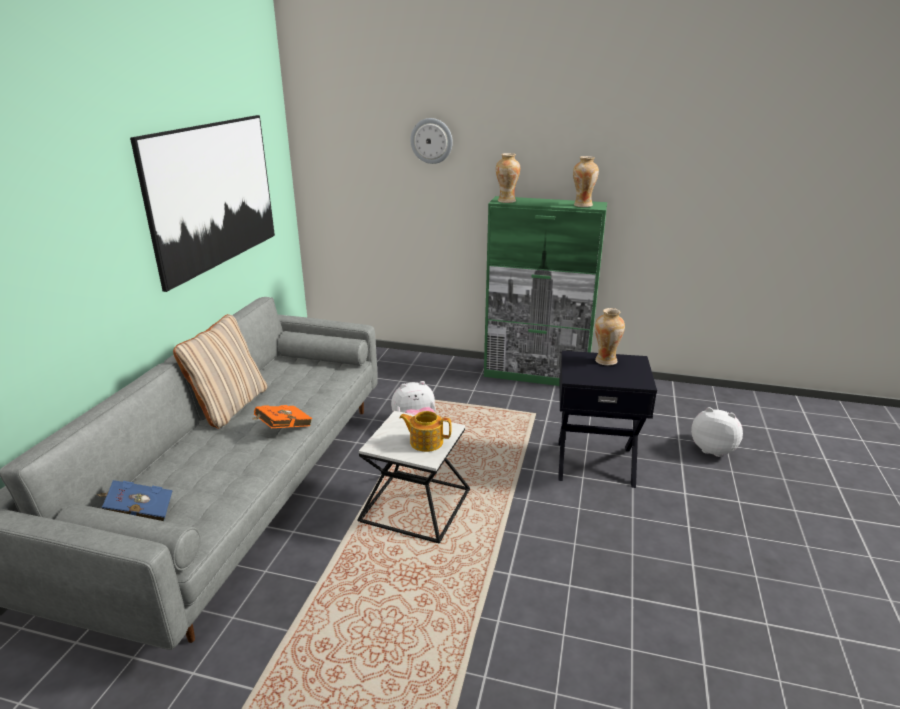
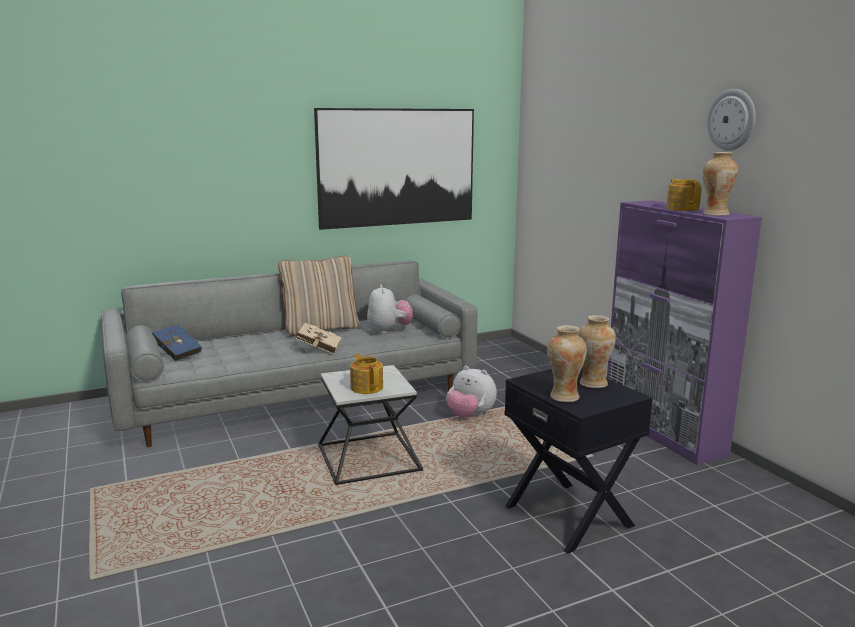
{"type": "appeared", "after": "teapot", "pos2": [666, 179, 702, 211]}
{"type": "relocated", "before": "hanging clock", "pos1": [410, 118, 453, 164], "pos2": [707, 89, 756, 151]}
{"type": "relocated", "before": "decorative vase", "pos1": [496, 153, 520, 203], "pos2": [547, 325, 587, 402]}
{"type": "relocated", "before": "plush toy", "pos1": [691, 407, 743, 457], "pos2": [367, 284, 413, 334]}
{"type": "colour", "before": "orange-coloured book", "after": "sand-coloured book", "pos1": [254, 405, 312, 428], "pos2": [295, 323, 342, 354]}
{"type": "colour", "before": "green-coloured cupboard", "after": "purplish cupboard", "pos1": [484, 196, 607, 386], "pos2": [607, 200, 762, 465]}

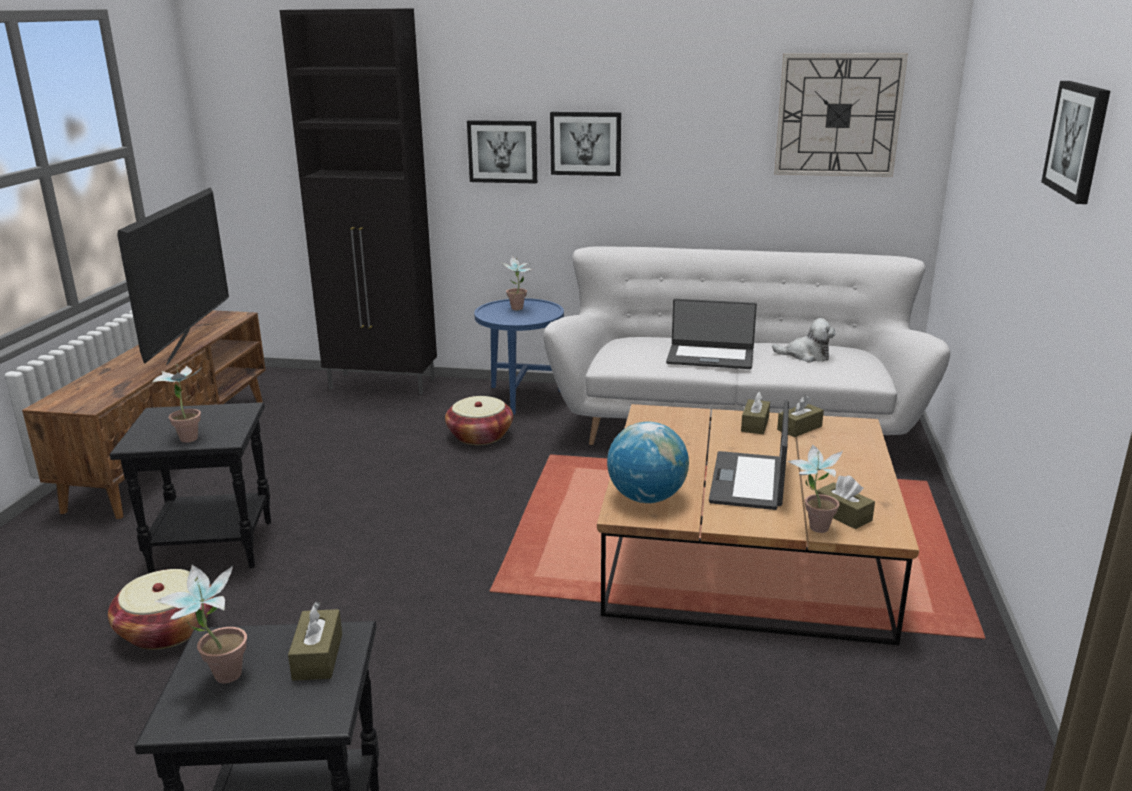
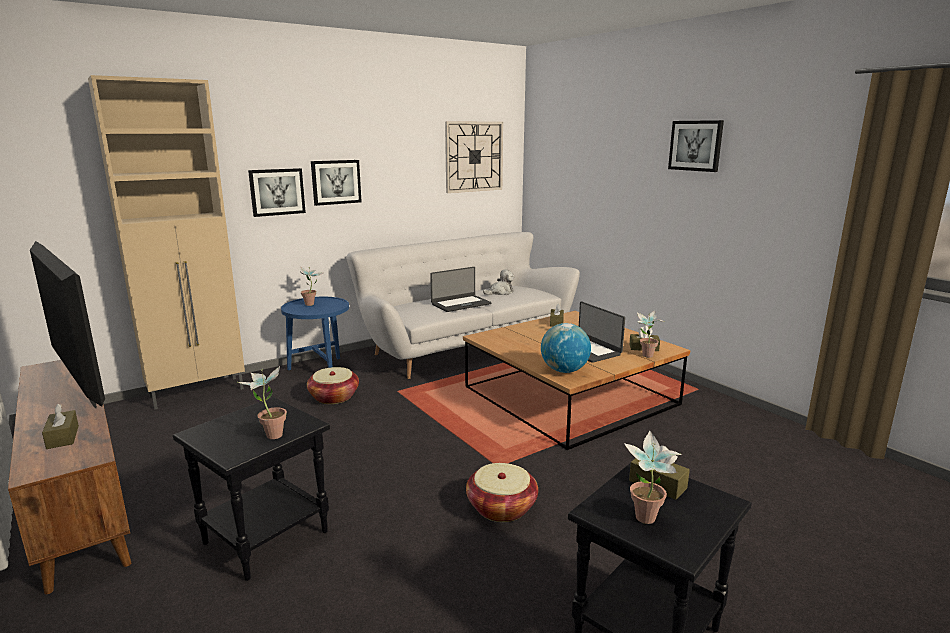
{"type": "relocated", "before": "household basket", "pos1": [108, 569, 214, 650], "pos2": [466, 463, 538, 522]}
{"type": "relocated", "before": "brown tissue holder", "pos1": [741, 392, 770, 434], "pos2": [42, 404, 79, 449]}
{"type": "colour", "before": "black cupboard", "after": "sand-coloured cupboard", "pos1": [280, 8, 437, 394], "pos2": [88, 75, 245, 409]}

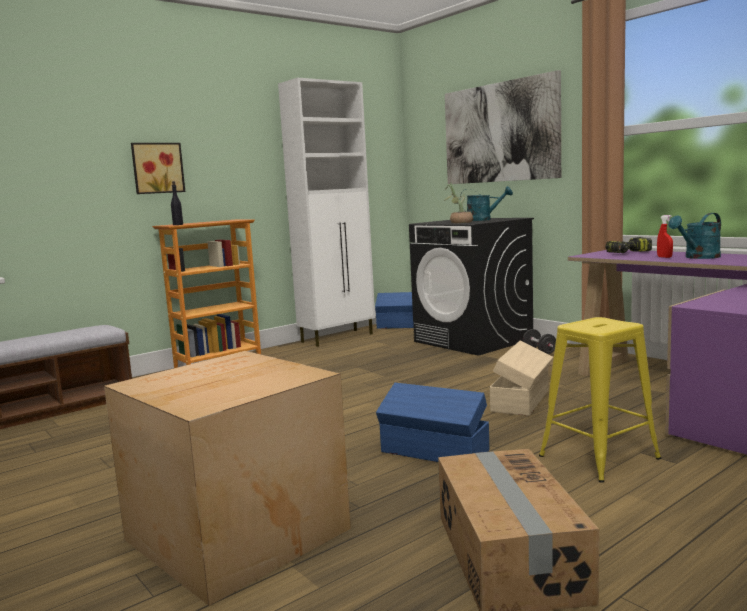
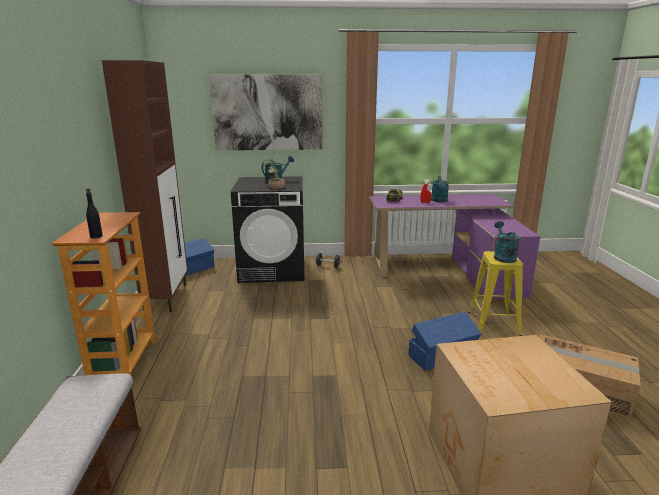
{"type": "missing", "before": "wall picture", "pos1": [131, 143, 185, 194]}
{"type": "missing", "before": "sand-coloured storage bin", "pos1": [490, 341, 553, 416]}
{"type": "appeared", "after": "blue-green watering can", "pos2": [494, 221, 520, 263]}
{"type": "colour", "before": "white cupboard", "after": "brown cupboard", "pos1": [278, 78, 375, 347], "pos2": [102, 60, 188, 312]}

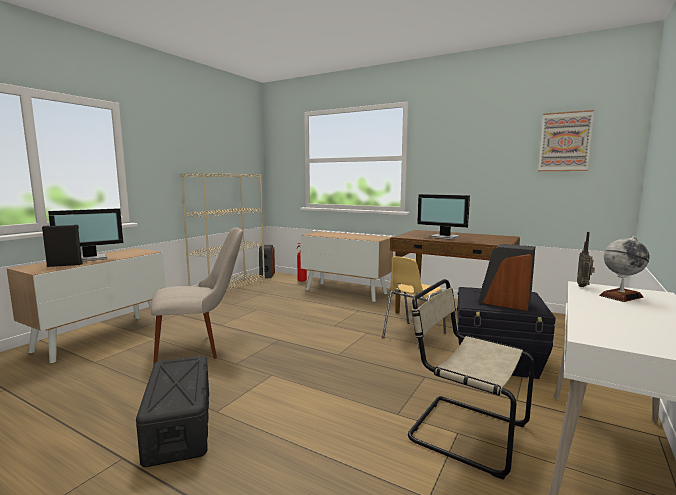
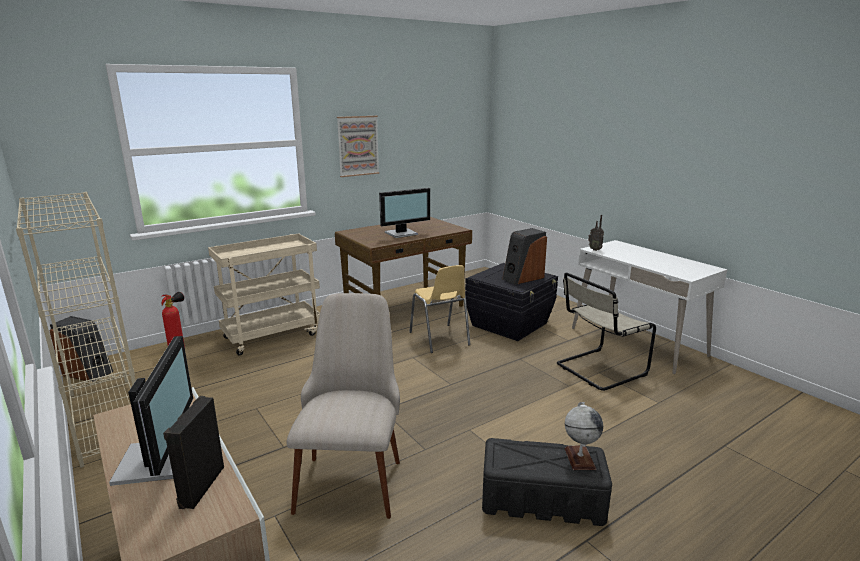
{"type": "relocated", "before": "wall picture", "pos1": [538, 110, 594, 171], "pos2": [337, 116, 380, 177]}
{"type": "relocated", "before": "globe", "pos1": [599, 236, 650, 302], "pos2": [564, 402, 603, 470]}
{"type": "exchanged", "before": "cupboard", "after": "sand-coloured wheeled cart", "pos1": [300, 231, 393, 302], "pos2": [208, 233, 320, 356]}

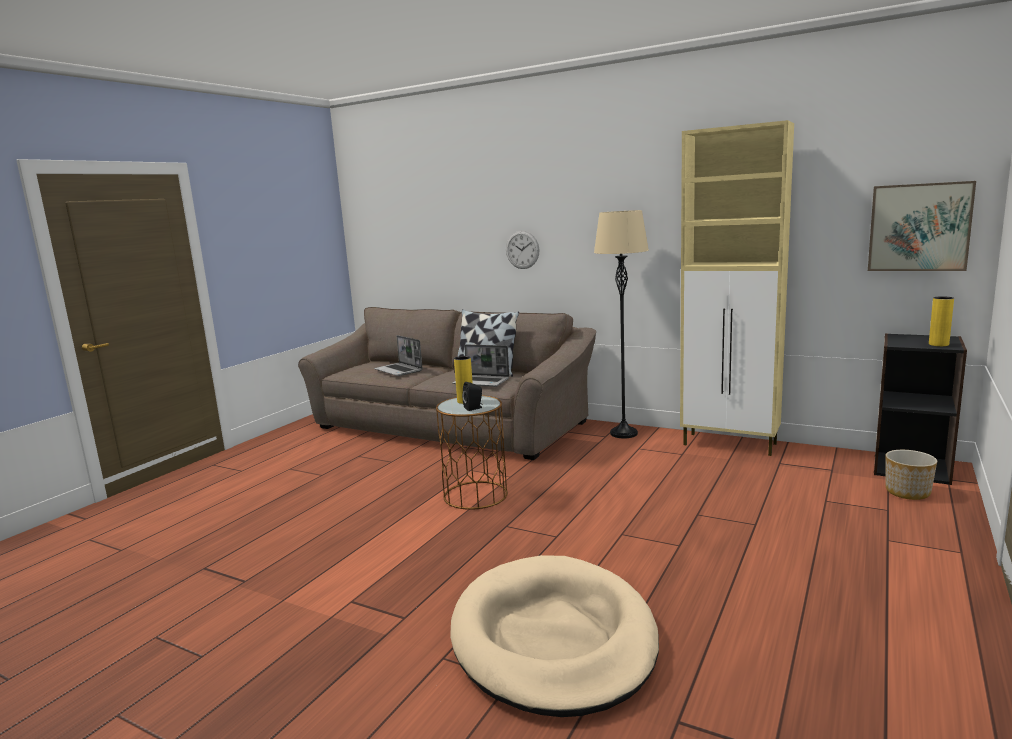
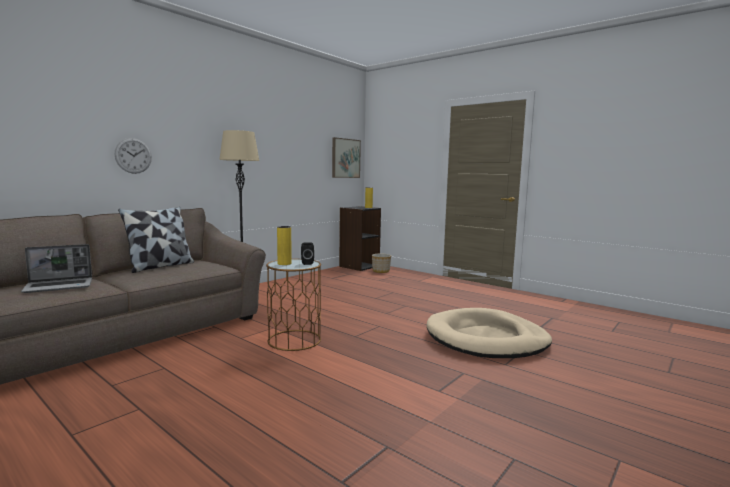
{"type": "missing", "before": "notebook computer", "pos1": [452, 344, 510, 387]}
{"type": "missing", "before": "sand-coloured cupboard", "pos1": [680, 120, 794, 456]}

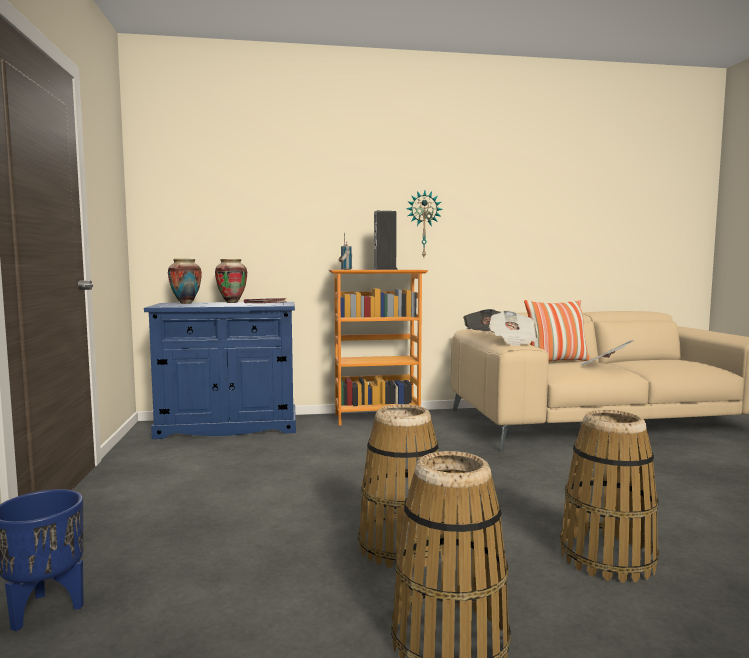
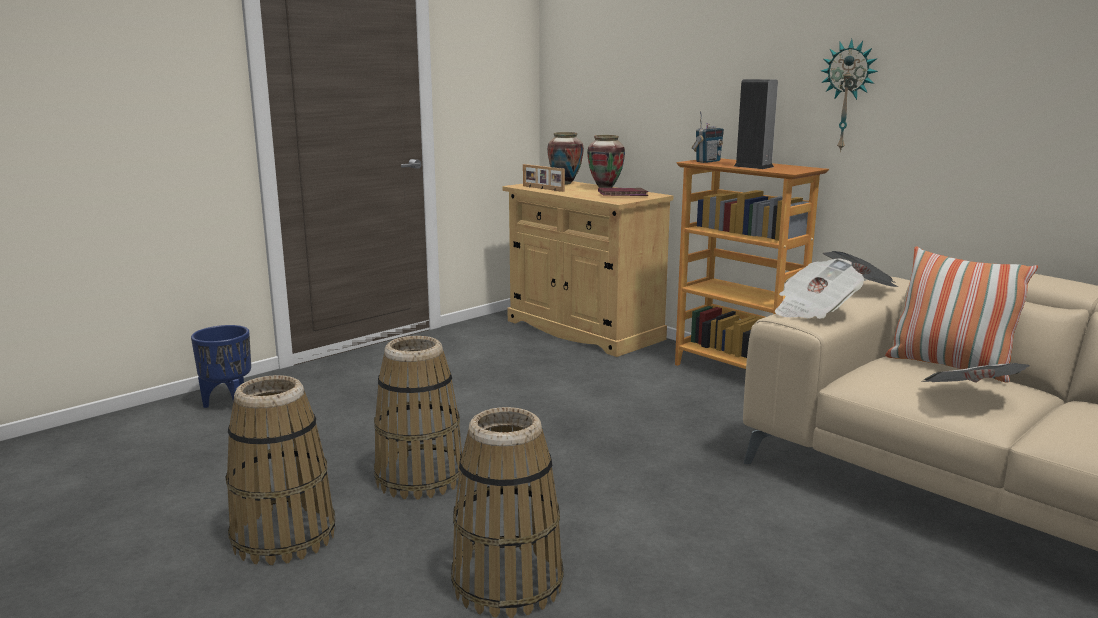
{"type": "appeared", "after": "photo frame", "pos2": [523, 164, 565, 192]}
{"type": "colour", "before": "blue cupboard", "after": "sand-coloured cupboard", "pos1": [144, 302, 296, 439], "pos2": [503, 181, 673, 357]}

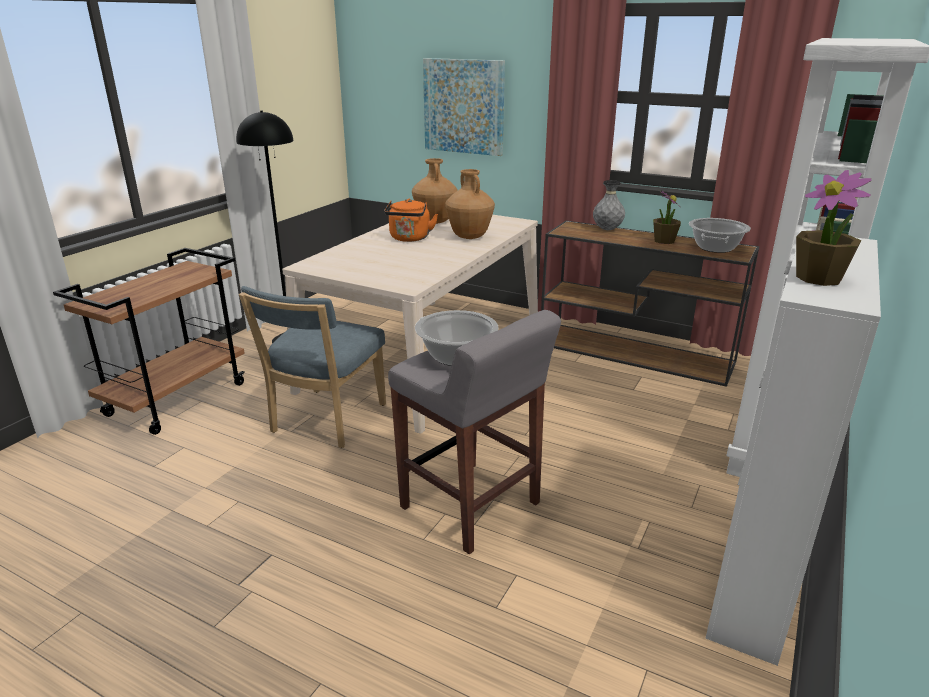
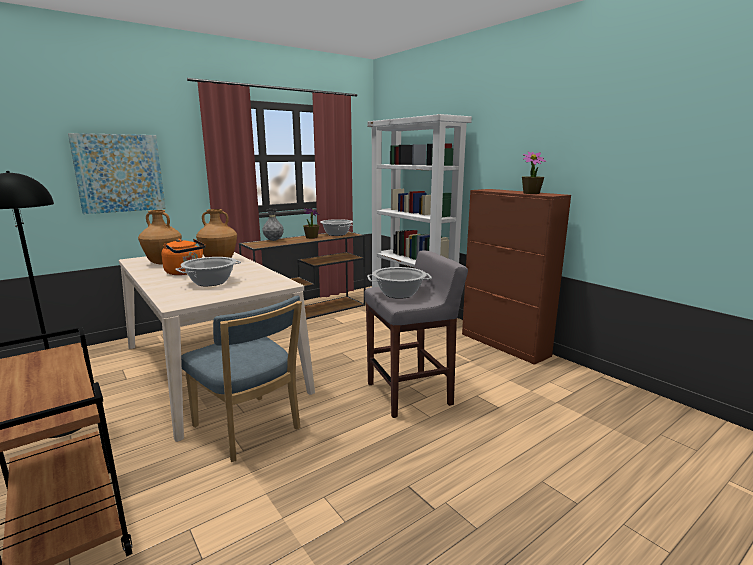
{"type": "appeared", "after": "cooking pot", "pos2": [175, 257, 241, 286]}
{"type": "colour", "before": "white cupboard", "after": "brown cupboard", "pos1": [705, 238, 881, 666], "pos2": [462, 189, 571, 365]}

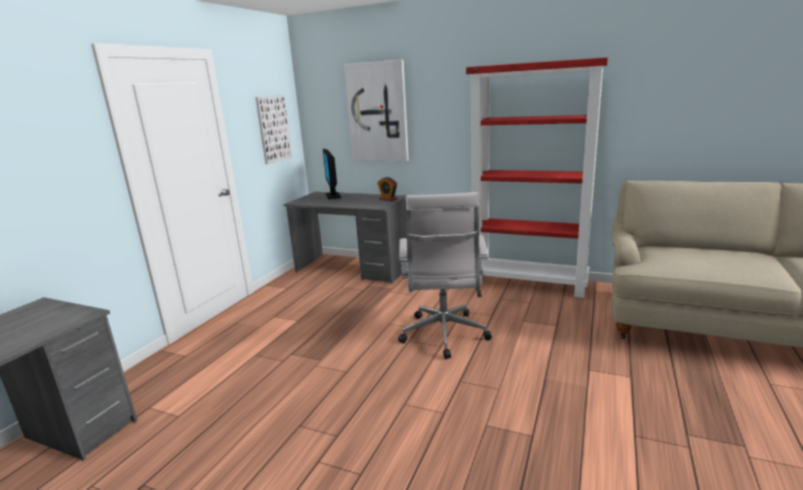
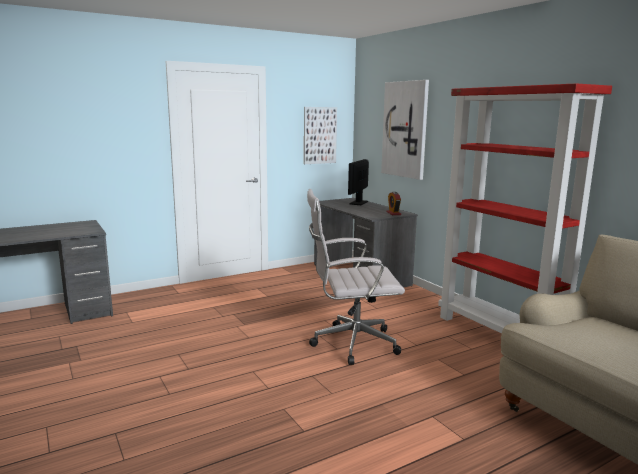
{"type": "spun", "before": "white office chair", "pos1": [398, 192, 492, 359], "pos2": [307, 189, 405, 365], "turn": 45}

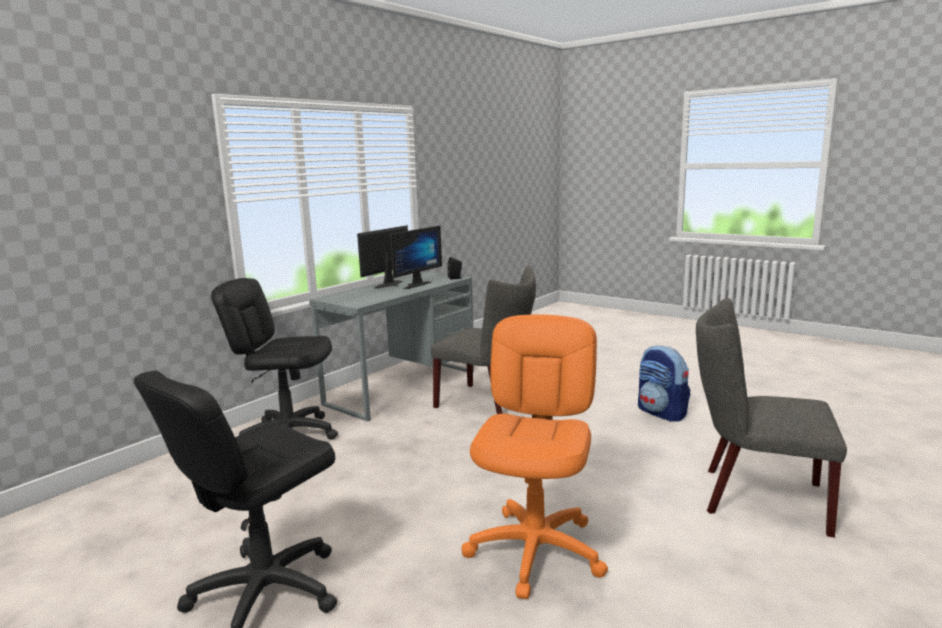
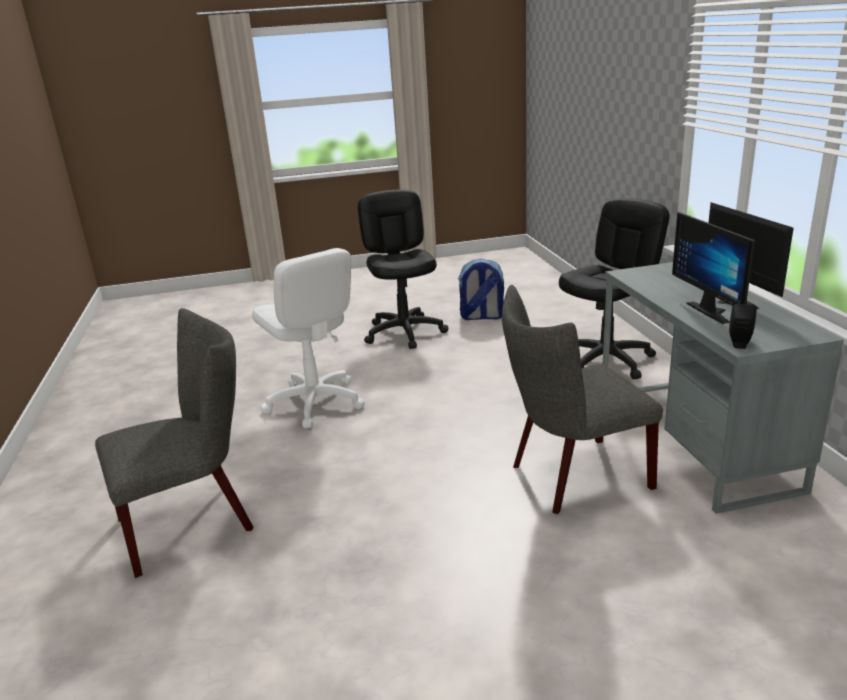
{"type": "relocated", "before": "backpack", "pos1": [638, 345, 690, 422], "pos2": [458, 258, 504, 320]}
{"type": "colour", "before": "orange-coloured office chair", "after": "white office chair", "pos1": [462, 314, 608, 599], "pos2": [252, 248, 365, 428]}

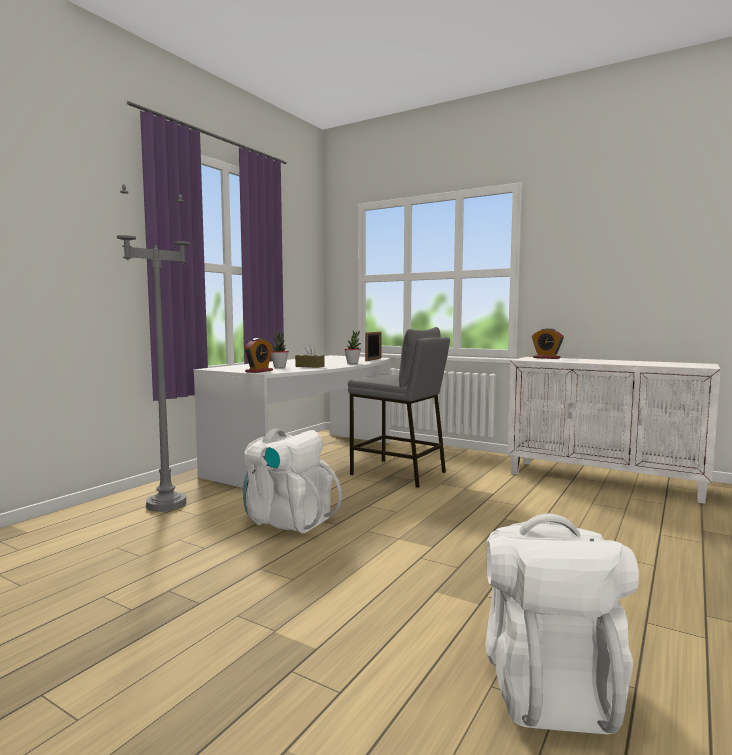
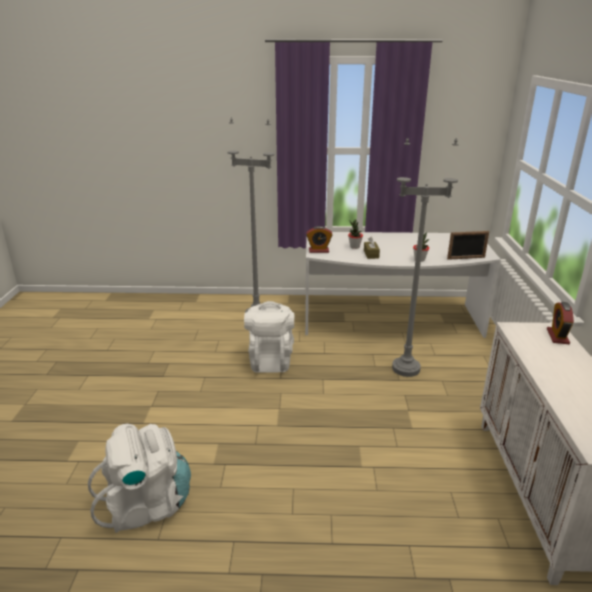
{"type": "exchanged", "before": "grey sitting stool", "after": "grey standard lamp", "pos1": [348, 327, 450, 488], "pos2": [392, 137, 459, 377]}

